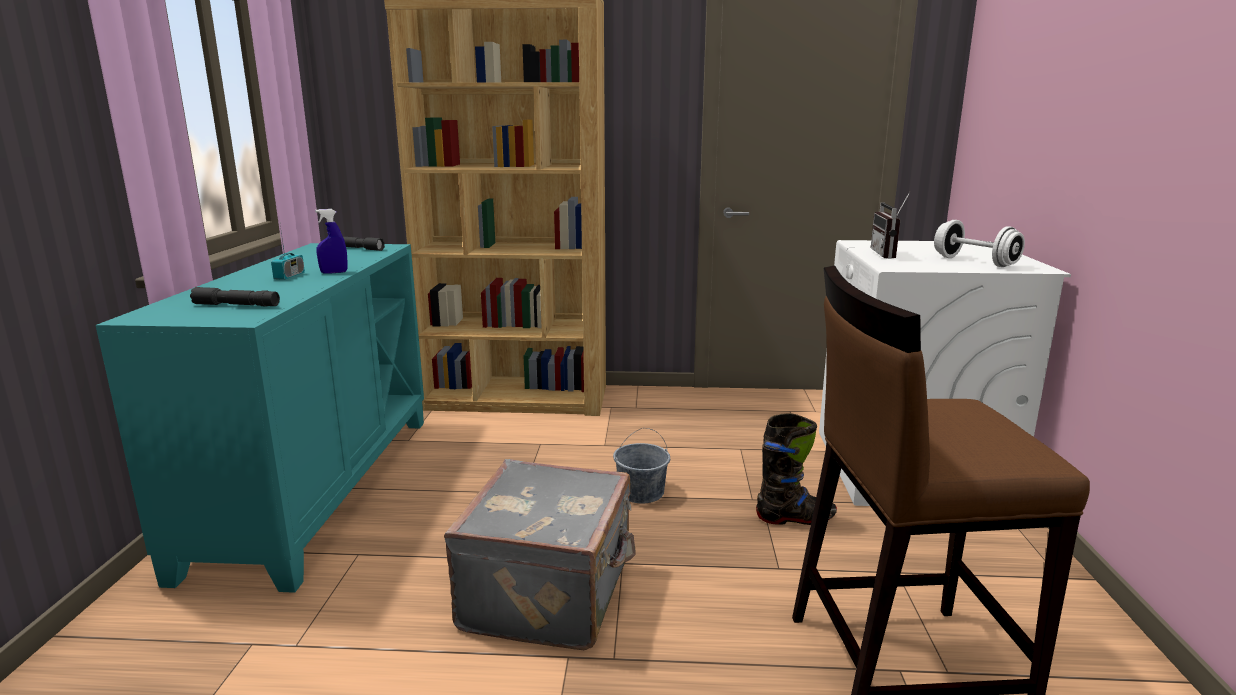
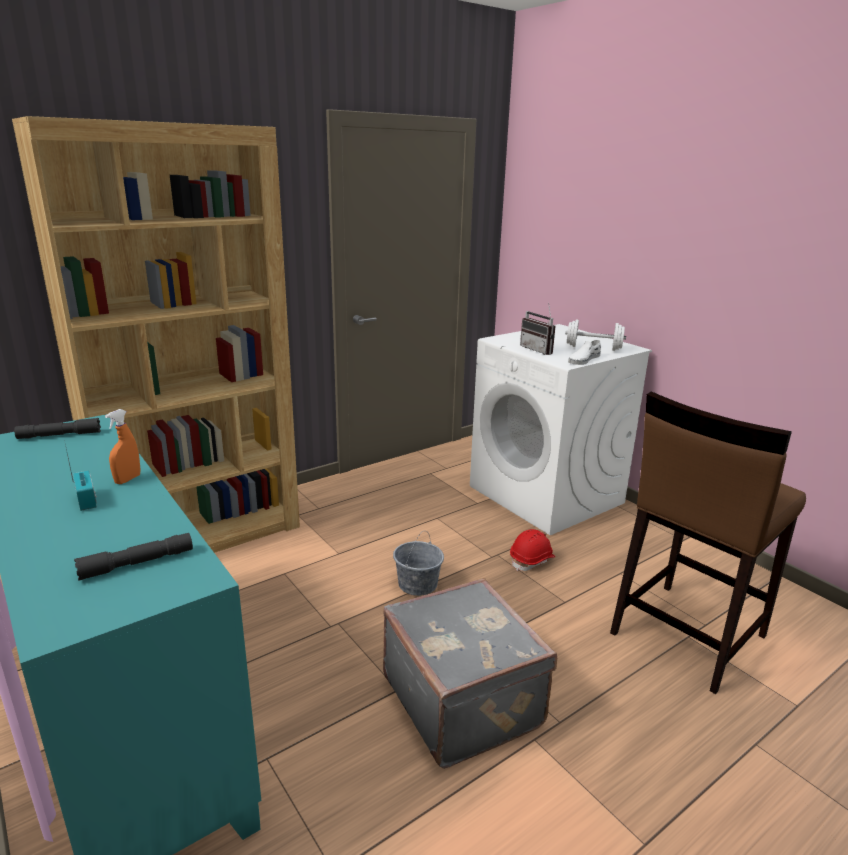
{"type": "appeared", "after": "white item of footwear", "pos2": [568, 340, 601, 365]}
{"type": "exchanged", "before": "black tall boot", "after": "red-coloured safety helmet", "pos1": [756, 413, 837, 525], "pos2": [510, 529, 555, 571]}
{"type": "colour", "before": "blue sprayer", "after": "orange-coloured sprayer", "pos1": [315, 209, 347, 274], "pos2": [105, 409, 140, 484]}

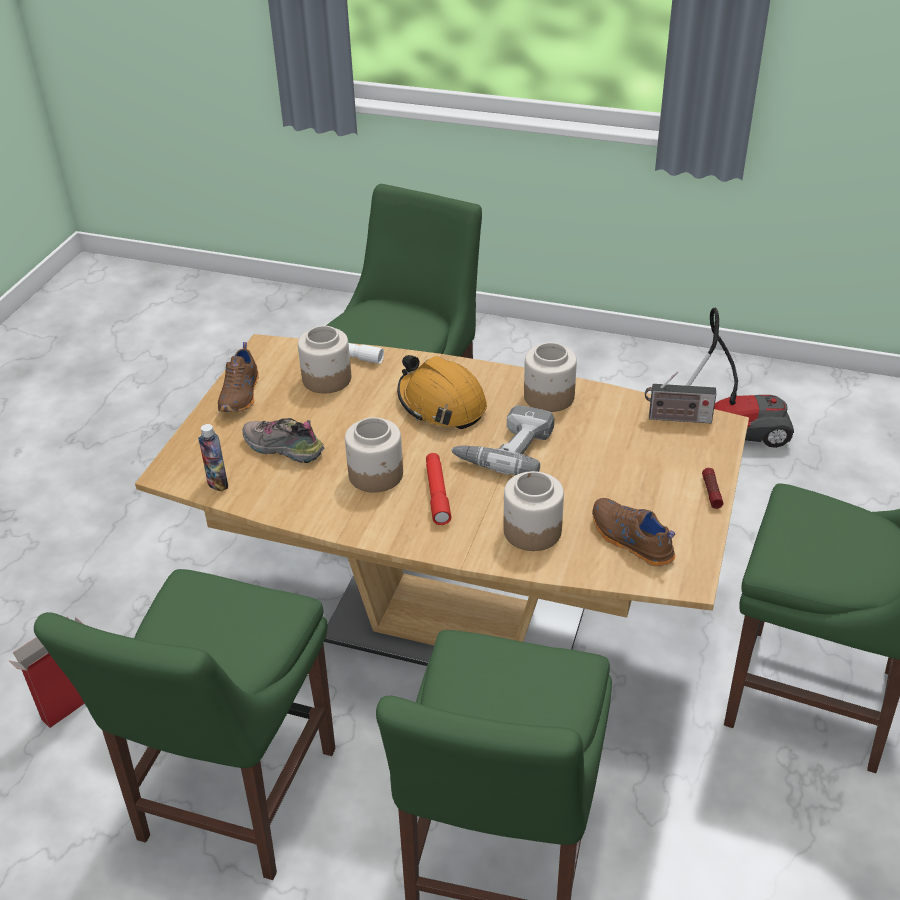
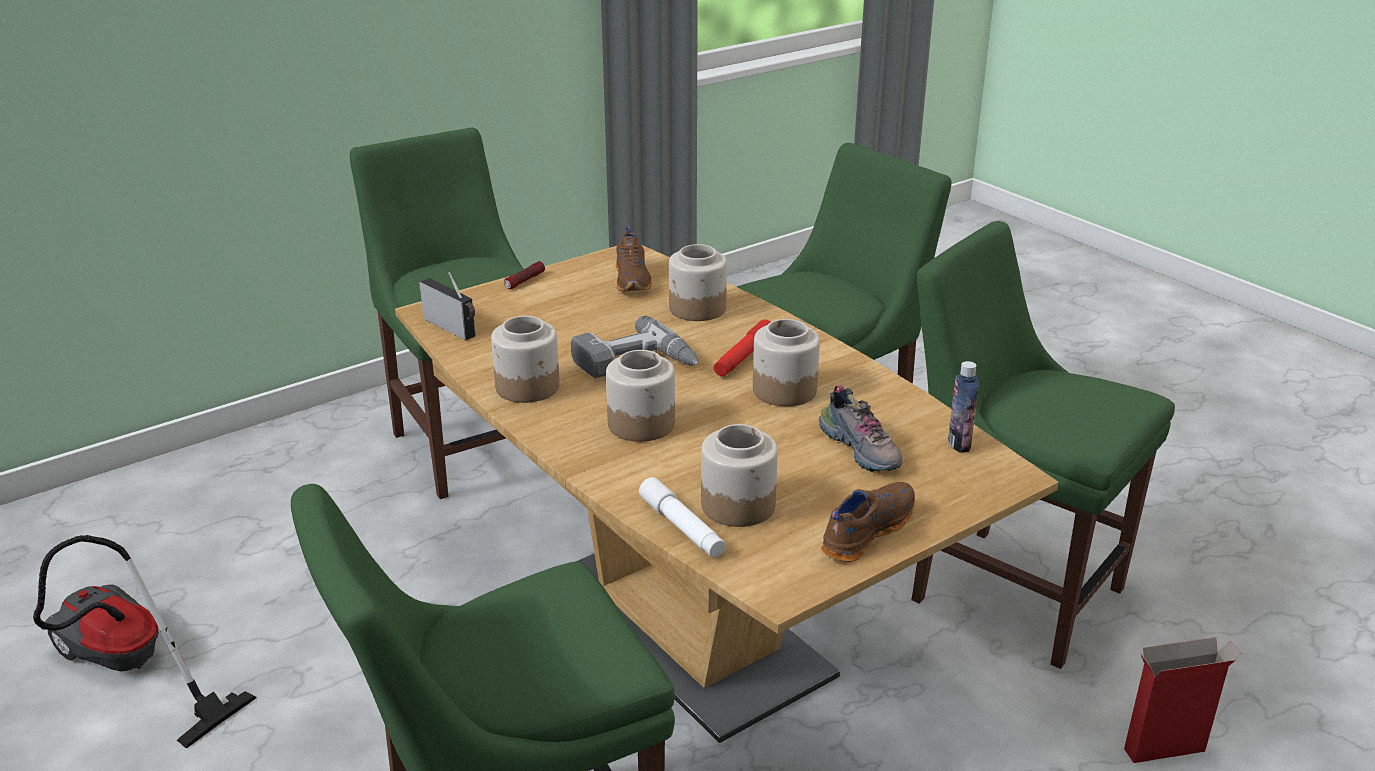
{"type": "exchanged", "before": "orange-coloured safety helmet", "after": "preserve jar", "pos1": [397, 355, 487, 429], "pos2": [606, 350, 675, 442]}
{"type": "spun", "before": "green-coloured upright chair", "pos1": [34, 569, 335, 880], "pos2": [912, 221, 1175, 669], "turn": -105}

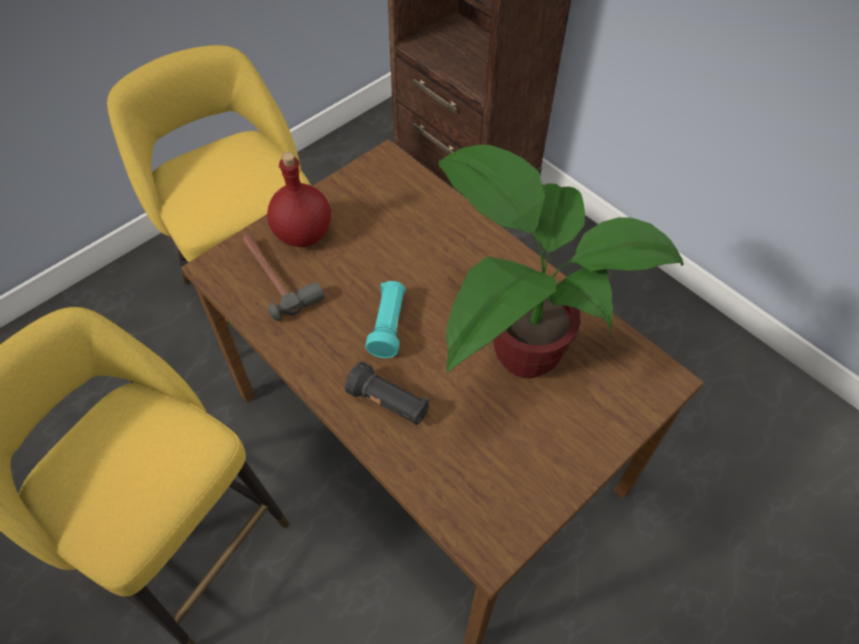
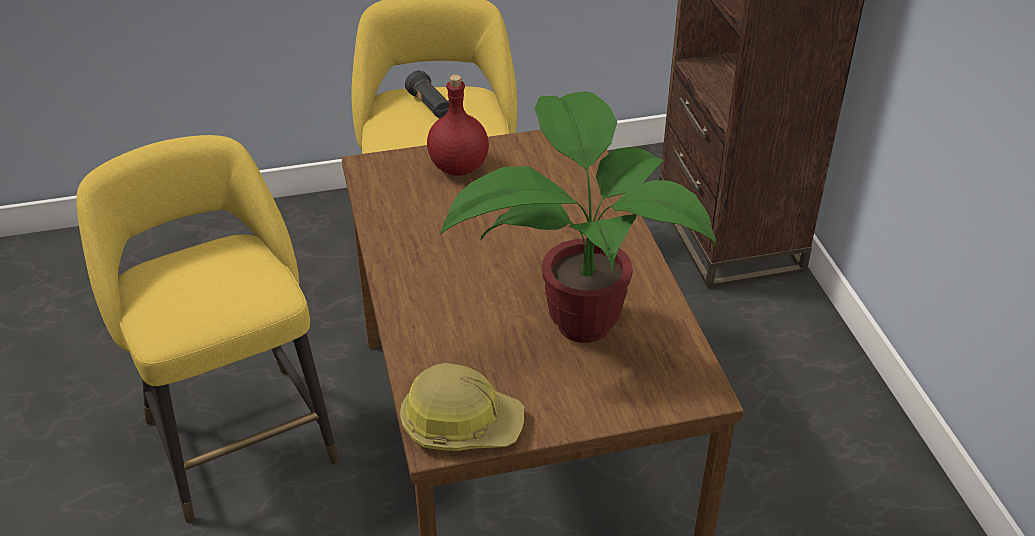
{"type": "missing", "before": "tool hammer", "pos1": [243, 235, 324, 321]}
{"type": "missing", "before": "blue-green flashlight", "pos1": [365, 281, 406, 358]}
{"type": "appeared", "after": "safety helmet", "pos2": [400, 363, 524, 451]}
{"type": "relocated", "before": "black flashlight", "pos1": [345, 362, 429, 425], "pos2": [405, 70, 450, 118]}

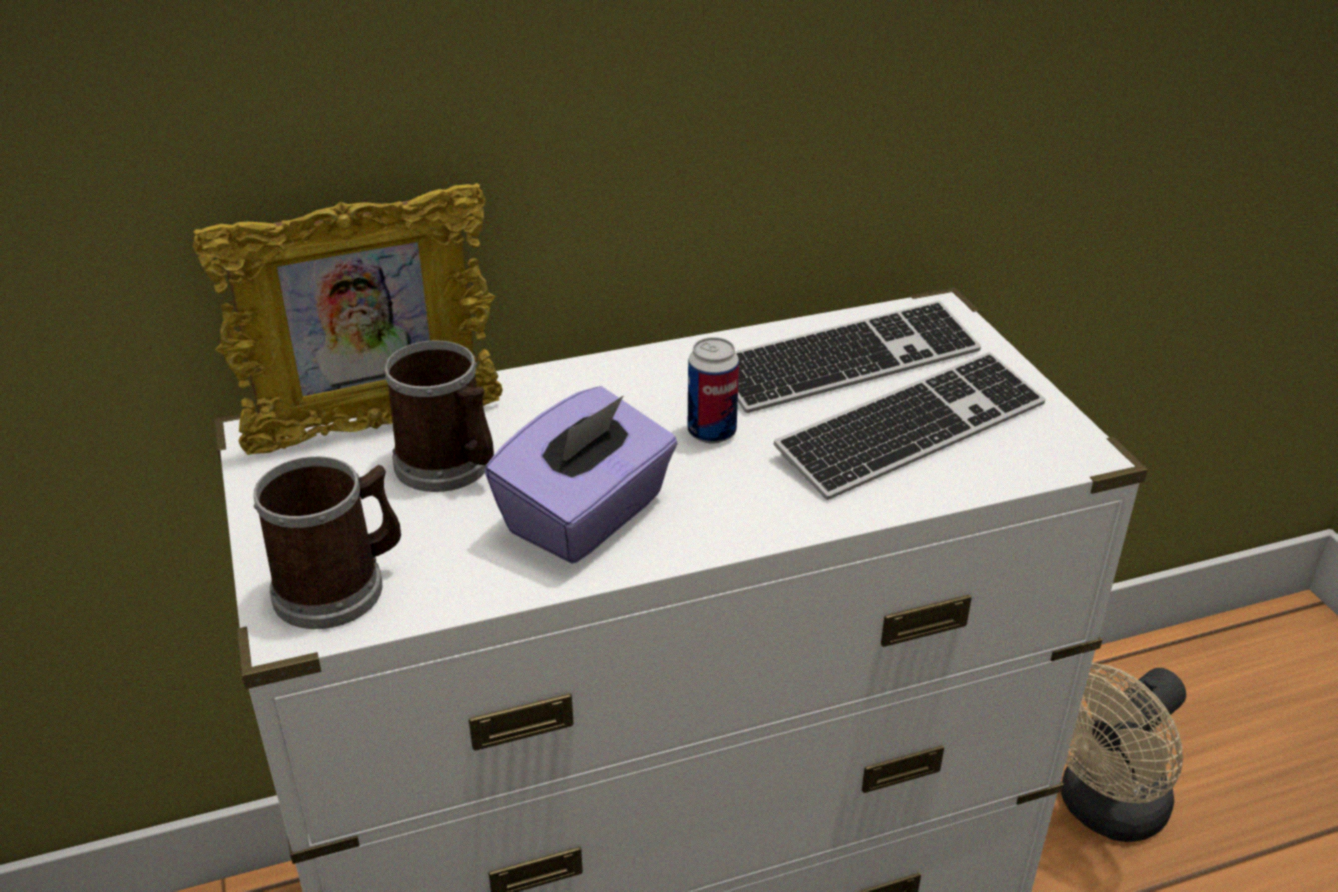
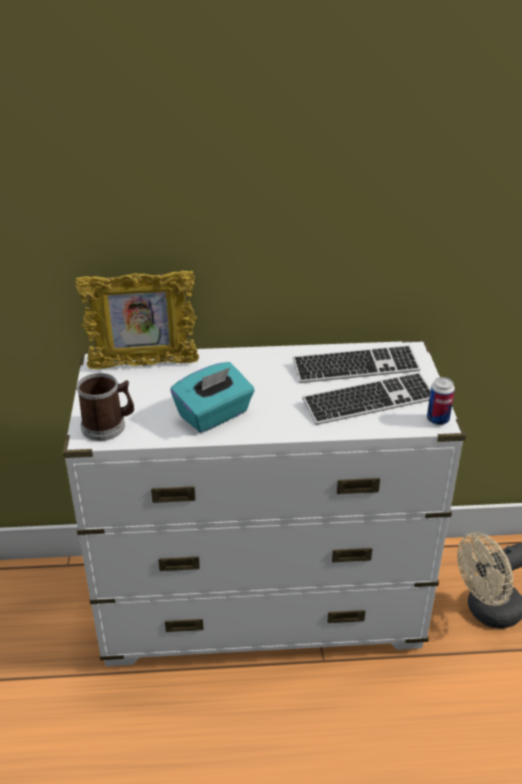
{"type": "missing", "before": "mug", "pos1": [383, 340, 494, 492]}
{"type": "relocated", "before": "sealed can", "pos1": [688, 337, 739, 443], "pos2": [427, 377, 455, 425]}
{"type": "colour", "before": "purplish tissue holder", "after": "blue-green tissue holder", "pos1": [485, 386, 678, 564], "pos2": [170, 362, 255, 433]}

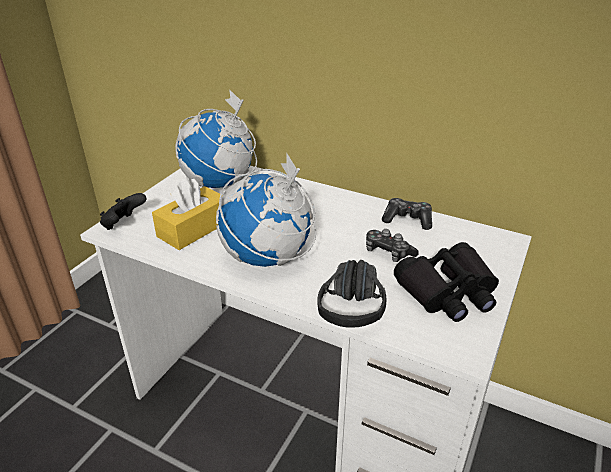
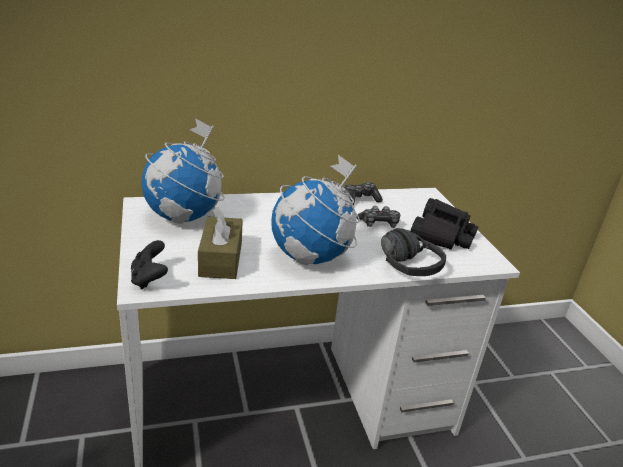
{"type": "colour", "before": "yellow-coloured tissue holder", "after": "brown tissue holder", "pos1": [152, 177, 222, 250], "pos2": [198, 207, 243, 279]}

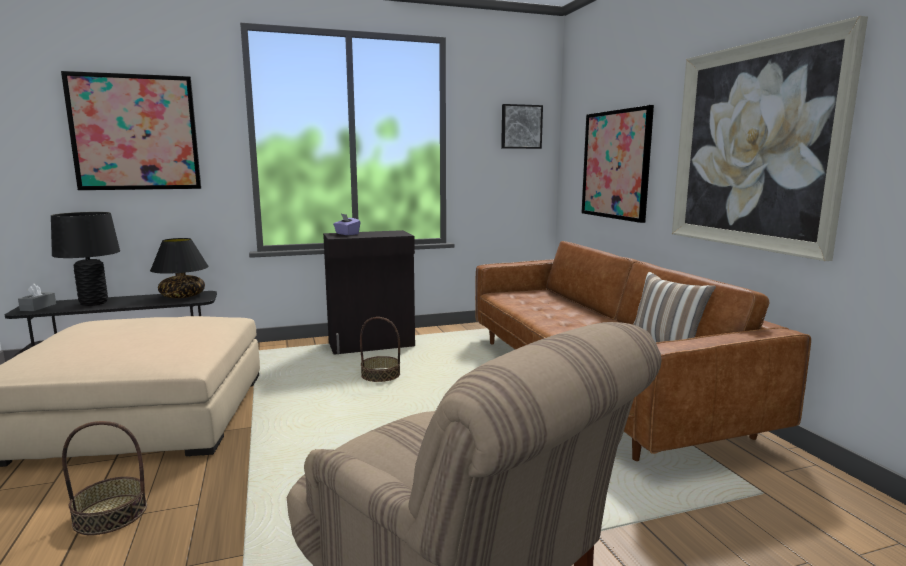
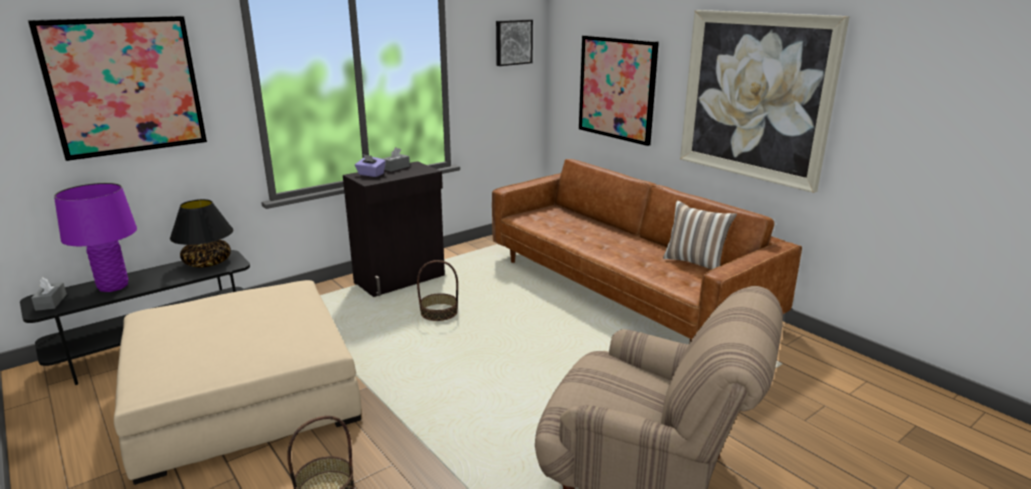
{"type": "appeared", "after": "grey tissue holder", "pos2": [383, 147, 410, 172]}
{"type": "colour", "before": "black tabletop lamp", "after": "purplish tabletop lamp", "pos1": [51, 212, 120, 306], "pos2": [54, 183, 137, 292]}

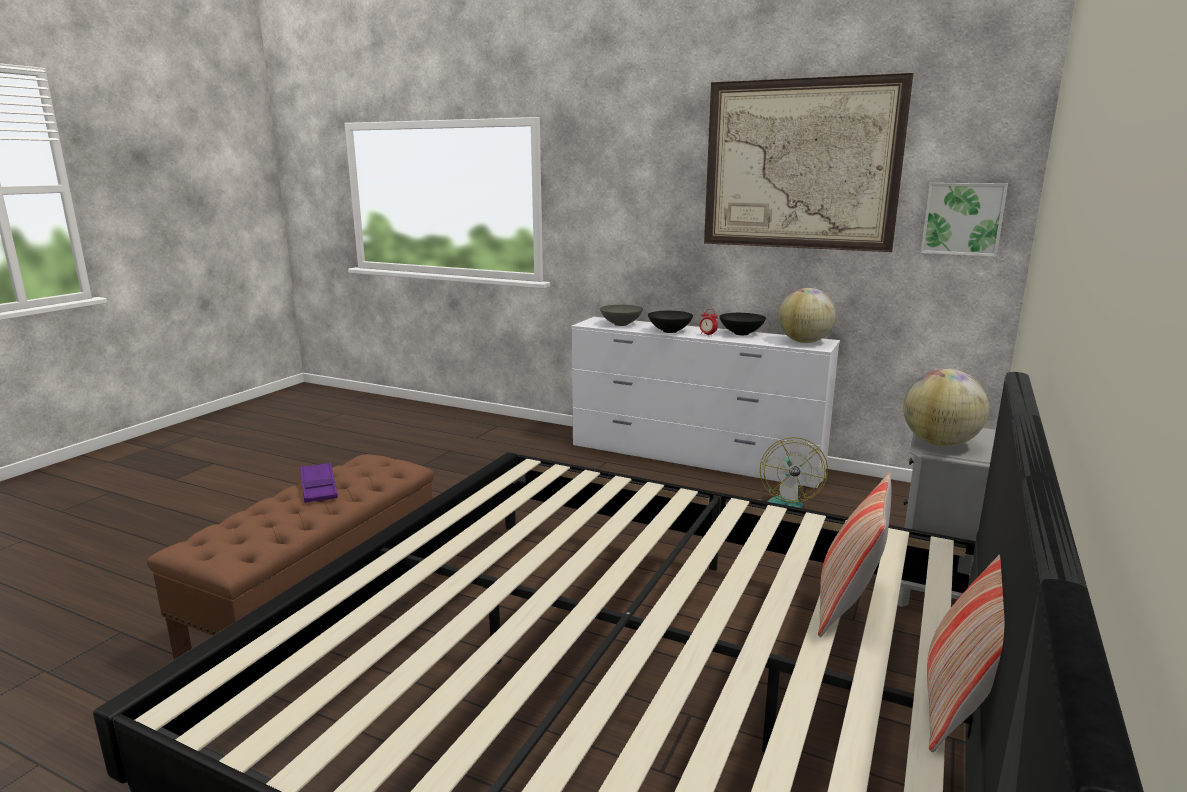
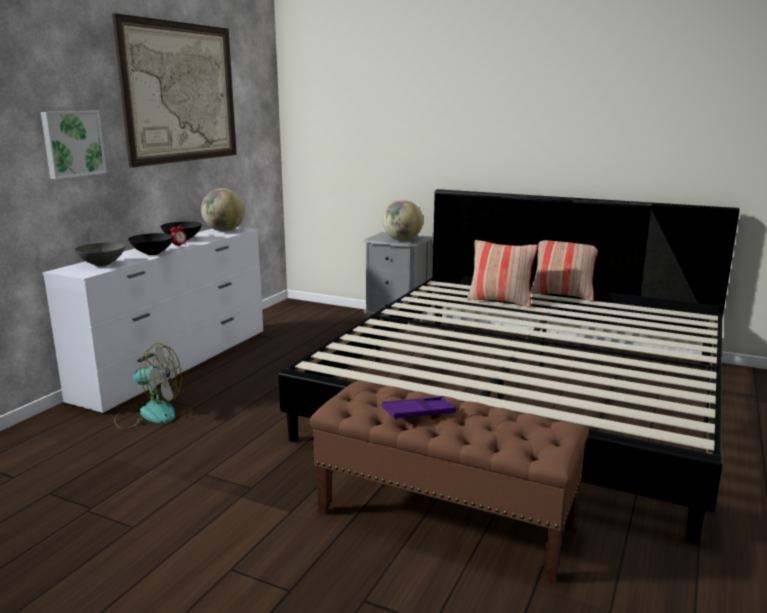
{"type": "relocated", "before": "fan", "pos1": [743, 437, 828, 508], "pos2": [114, 343, 181, 429]}
{"type": "relocated", "before": "wall picture", "pos1": [921, 183, 1008, 257], "pos2": [41, 111, 107, 179]}

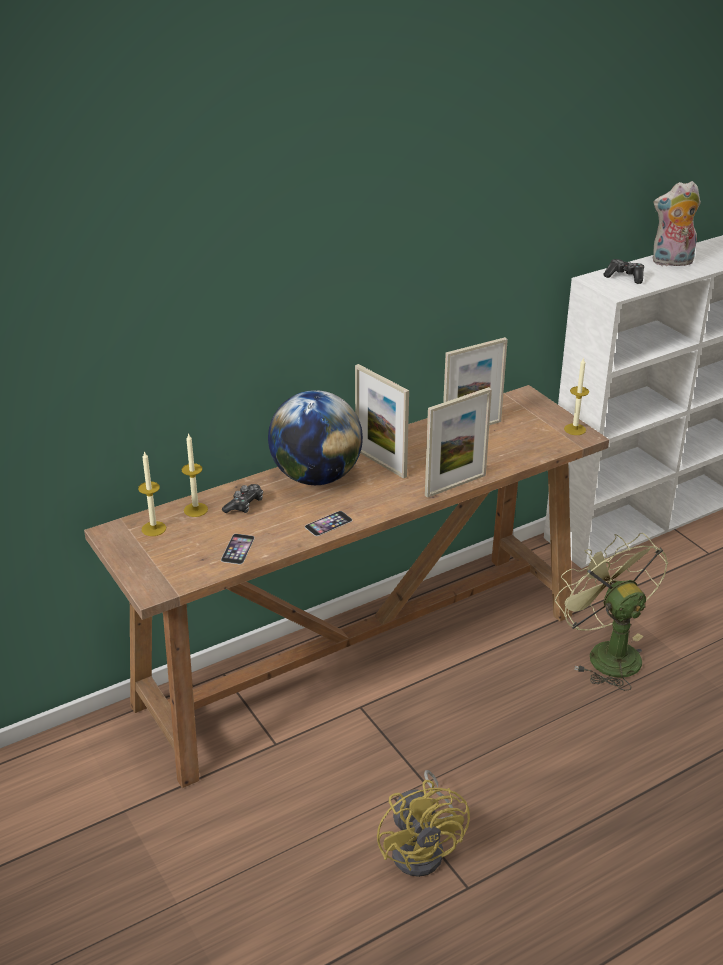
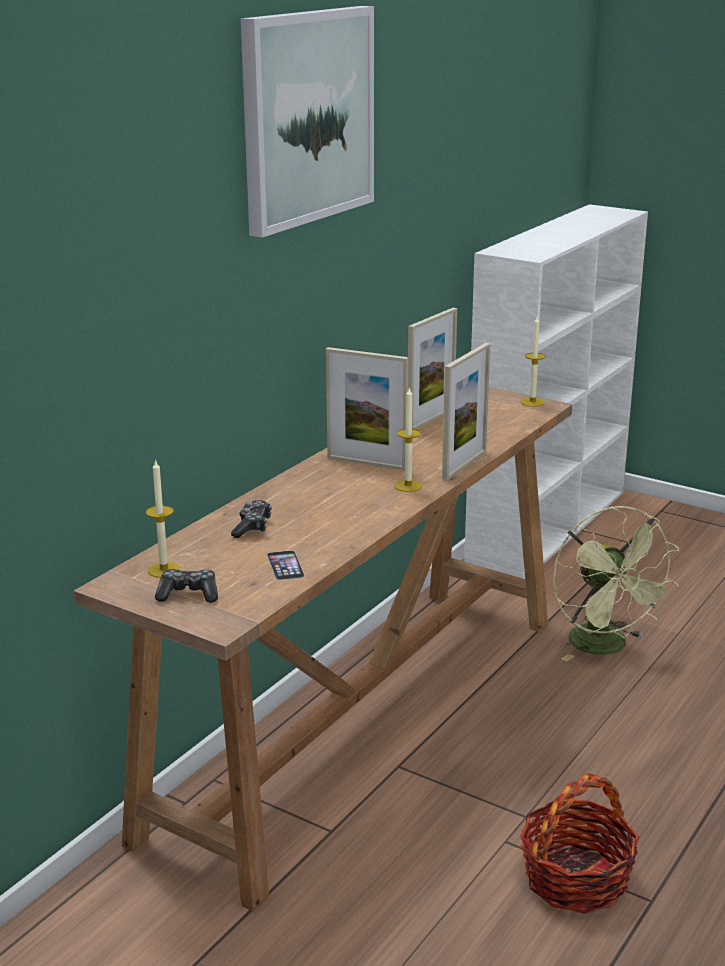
{"type": "missing", "before": "globe", "pos1": [268, 390, 363, 485]}
{"type": "missing", "before": "phone", "pos1": [305, 511, 353, 536]}
{"type": "missing", "before": "plush toy", "pos1": [652, 181, 701, 268]}
{"type": "appeared", "after": "wall picture", "pos2": [241, 6, 374, 238]}
{"type": "relocated", "before": "wax light", "pos1": [181, 433, 208, 517], "pos2": [394, 387, 422, 492]}
{"type": "relocated", "before": "gamepad", "pos1": [604, 259, 644, 284], "pos2": [155, 569, 218, 603]}
{"type": "exchanged", "before": "yellow-coloured fan", "after": "household basket", "pos1": [377, 770, 470, 877], "pos2": [520, 774, 639, 914]}
{"type": "spun", "before": "green-coloured fan", "pos1": [555, 533, 668, 691], "pos2": [553, 506, 680, 661], "turn": -150}

